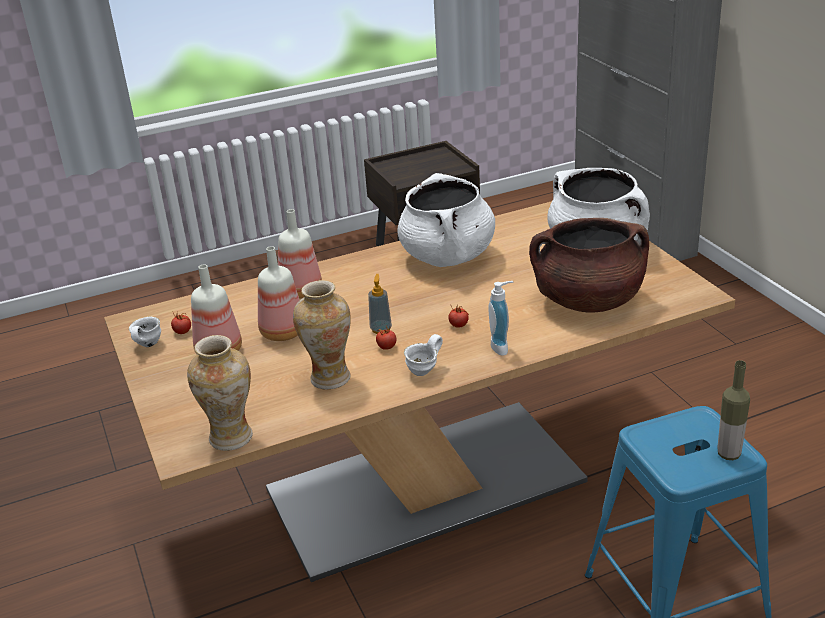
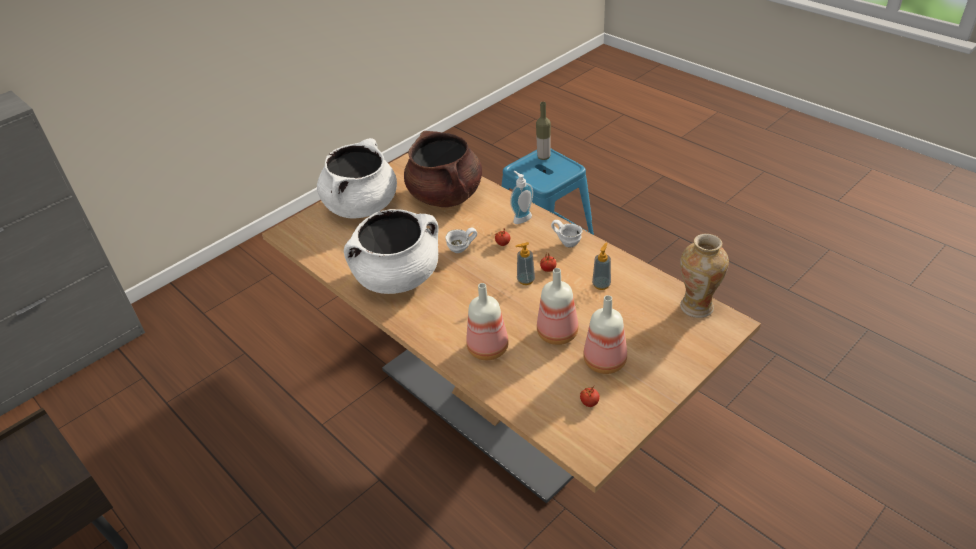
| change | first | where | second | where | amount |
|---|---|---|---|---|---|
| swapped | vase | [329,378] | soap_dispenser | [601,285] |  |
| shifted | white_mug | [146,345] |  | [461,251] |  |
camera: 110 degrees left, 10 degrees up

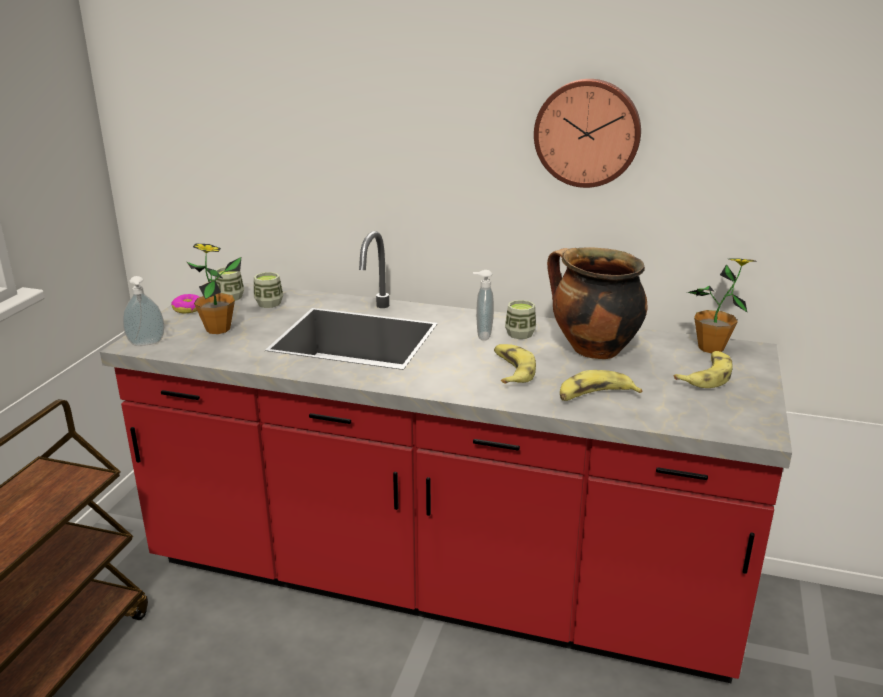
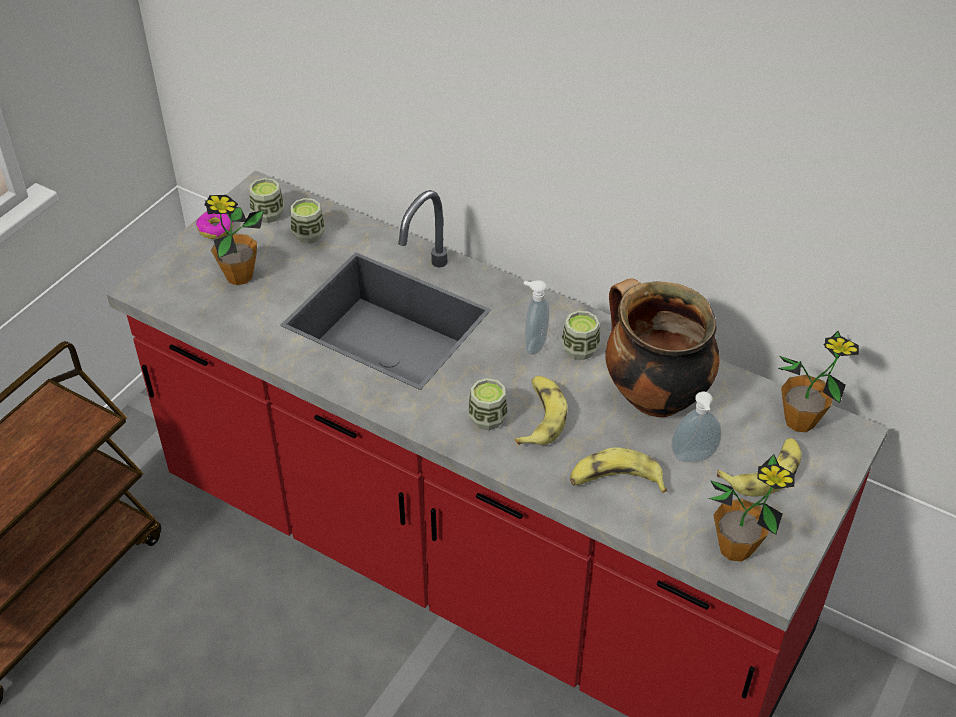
| change | first | where | second | where | amount |
|---|---|---|---|---|---|
| gone | wall_clock | [587,132] |  |  |  |
| shifted | soap_dispenser | [147,344] |  | [693,458] |  |
| new |  |  | cup | [487,418] |  |
| new |  |  | potted_plant | [735,548] |  |
camera: 15 degrees right, 20 degrees up

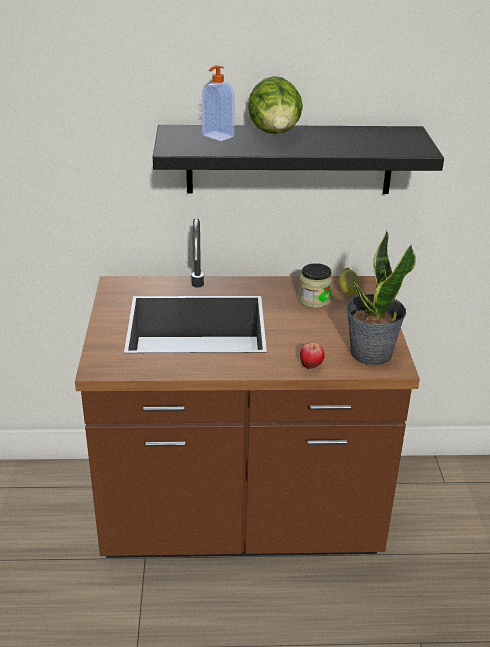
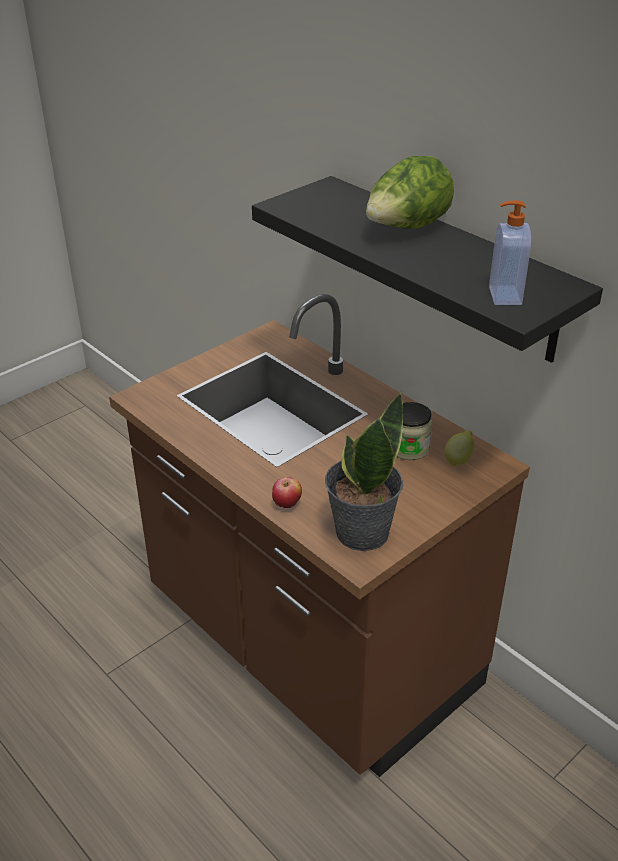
| change | first | where | second | where | amount |
|---|---|---|---|---|---|
| shifted | soap_dispenser | [217,136] |  | [503,296] |  |
camera: 50 degrees right, 5 degrees up

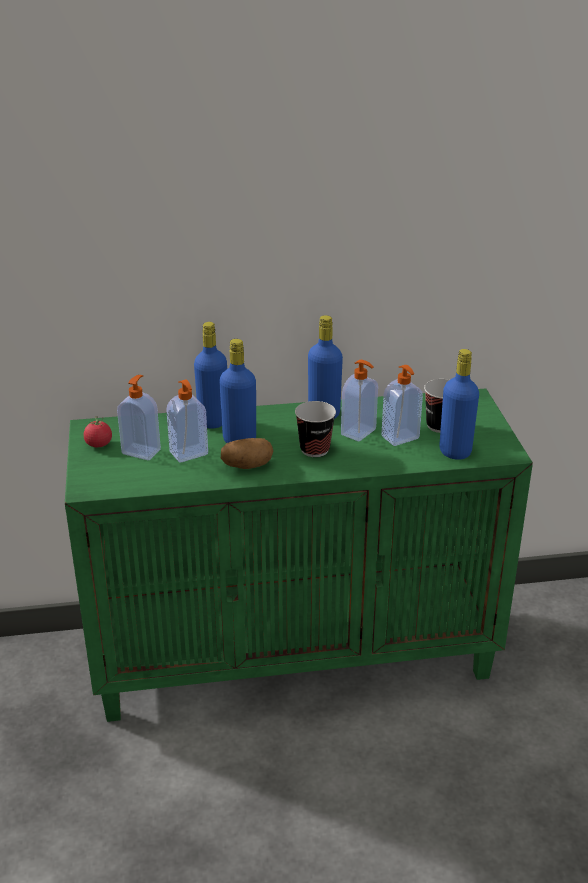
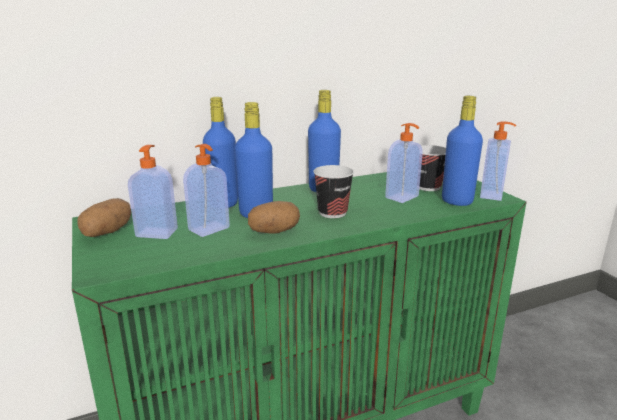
| change | first | where | second | where | amount |
|---|---|---|---|---|---|
| shifted | soap_dispenser | [359,432] |  | [492,195] |  |
| swapped | tomato | [99,444] | potato | [107,232] |  |
camera: 15 degrees left, 10 degrees down

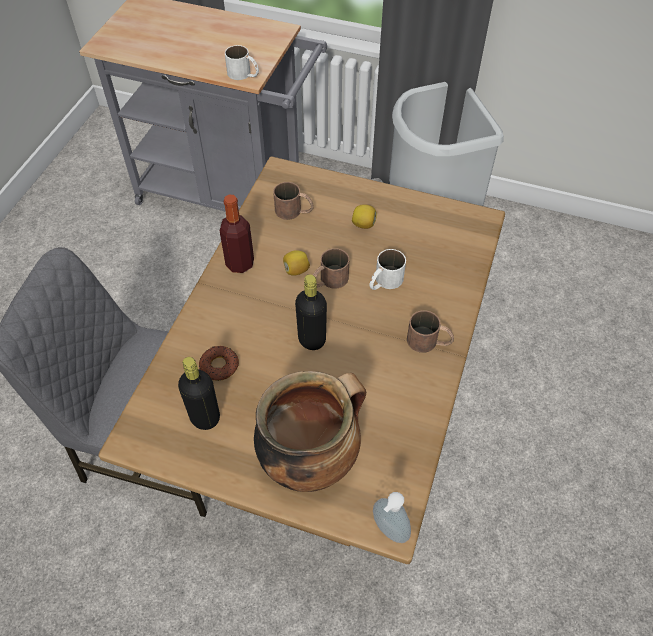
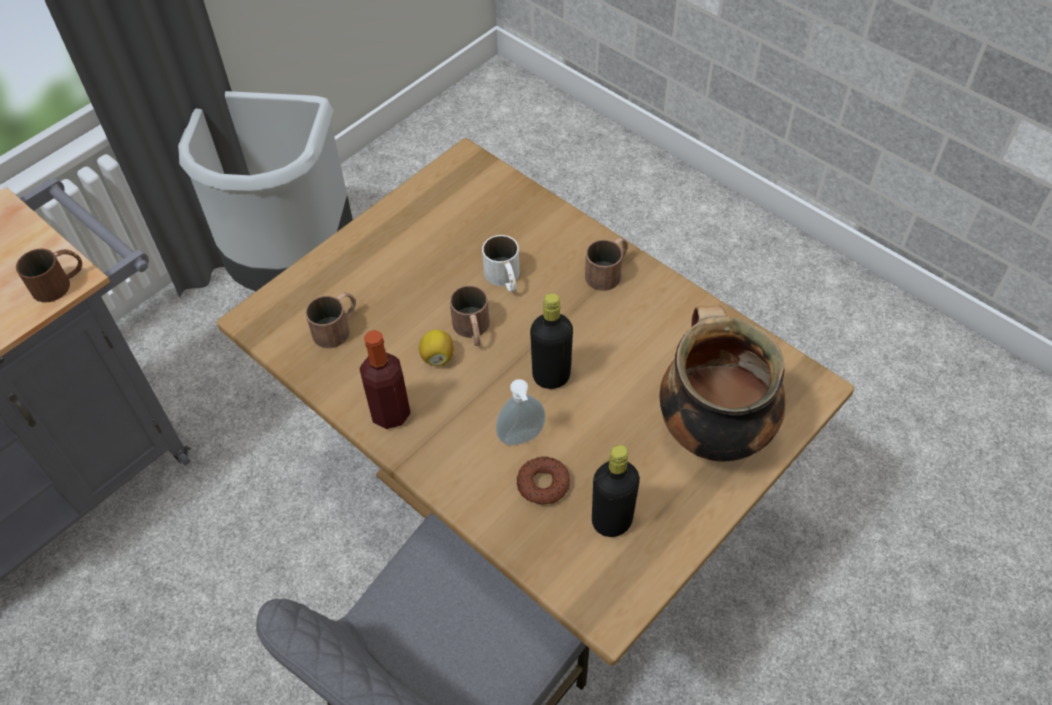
| change | first | where | second | where | amount |
|---|---|---|---|---|---|
| repainted | white_mug | [244,74] | brown_mug | [60,283] |  |
| gone | lemon | [363,224] |  |  |  |
| shifted | soap_dispenser | [388,531] |  | [522,439] |  |
camera: 65 degrees left, 0 degrees up

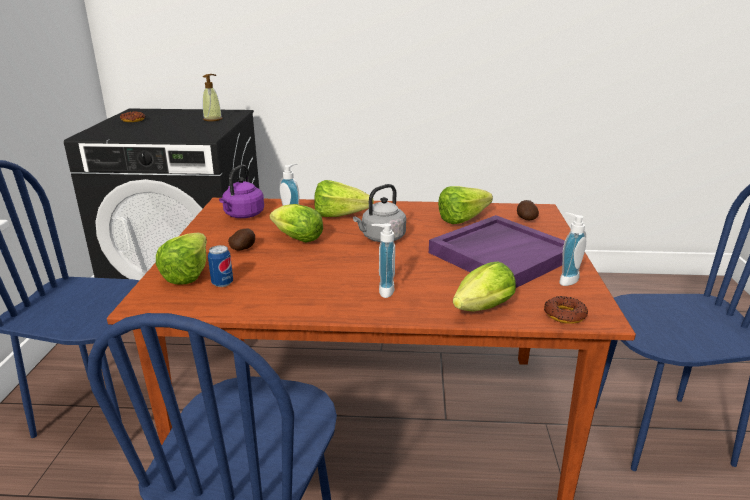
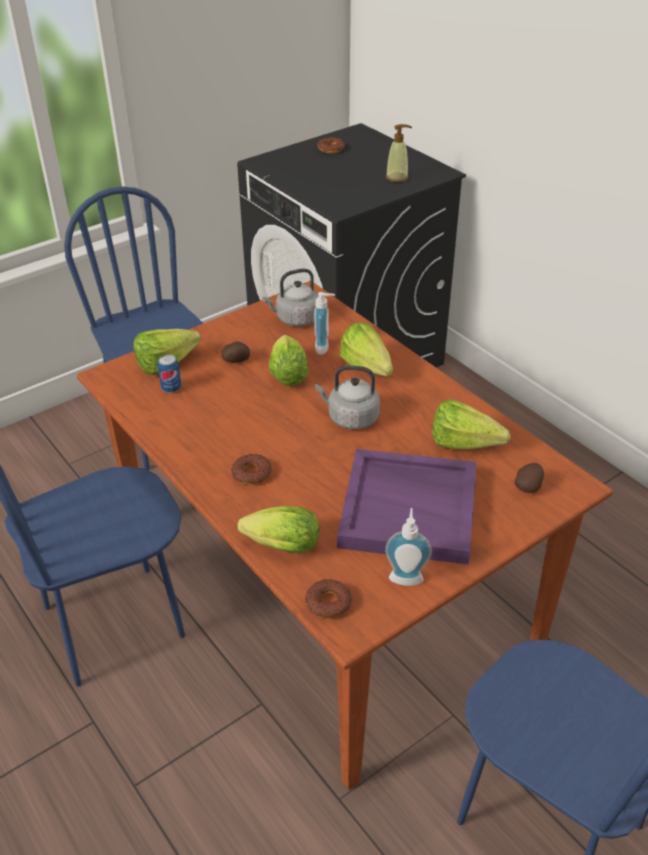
| change | first | where | second | where | amount |
|---|---|---|---|---|---|
| repainted | purple_kettle | [243,215] | grey_kettle | [295,319] |  |
| swapped | soap_dispenser | [383,290] | donut | [251,473] |  |
camera: 50 degrees right, 15 degrees up

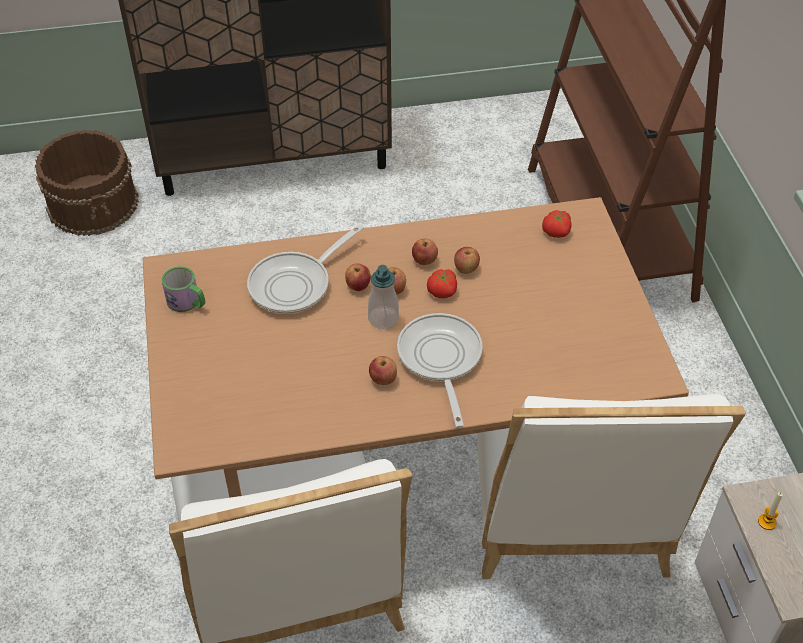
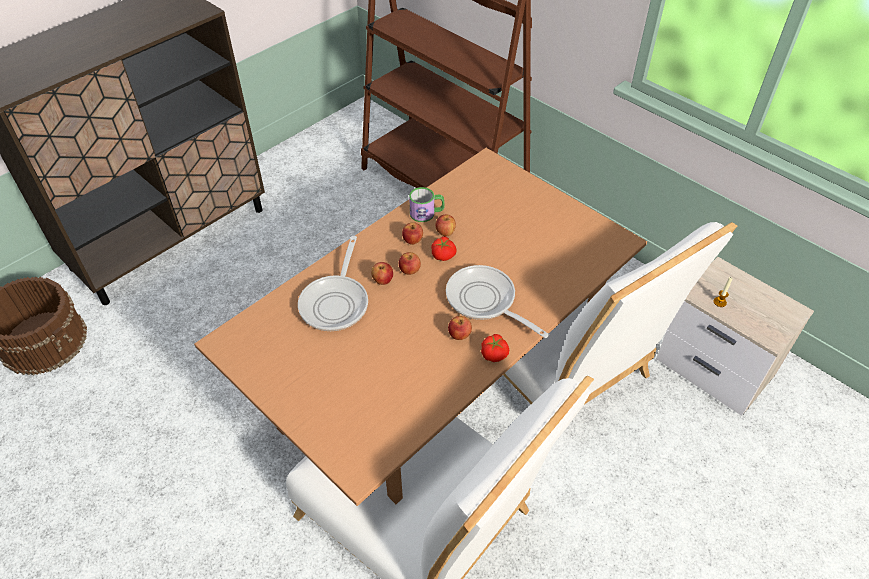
| change | first | where | second | where | amount |
|---|---|---|---|---|---|
| shifted | tomato | [556,231] |  | [494,354] |  |
| gone | soap_dispenser | [383,318] |  |  |  |
| shifted | mug | [187,302] |  | [427,213] |  |
camera: 35 degrees left, 0 degrees up

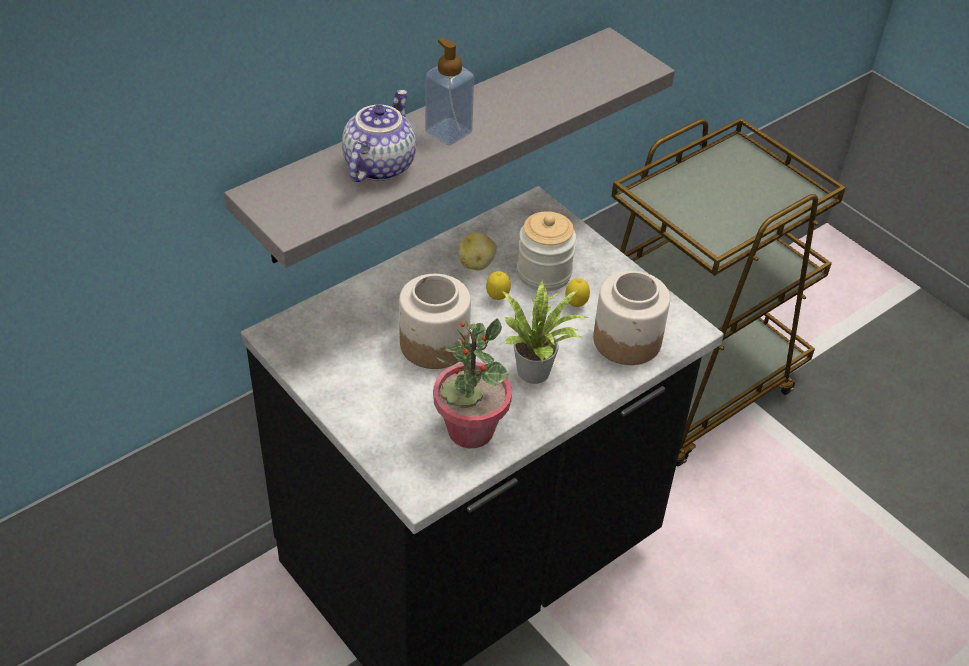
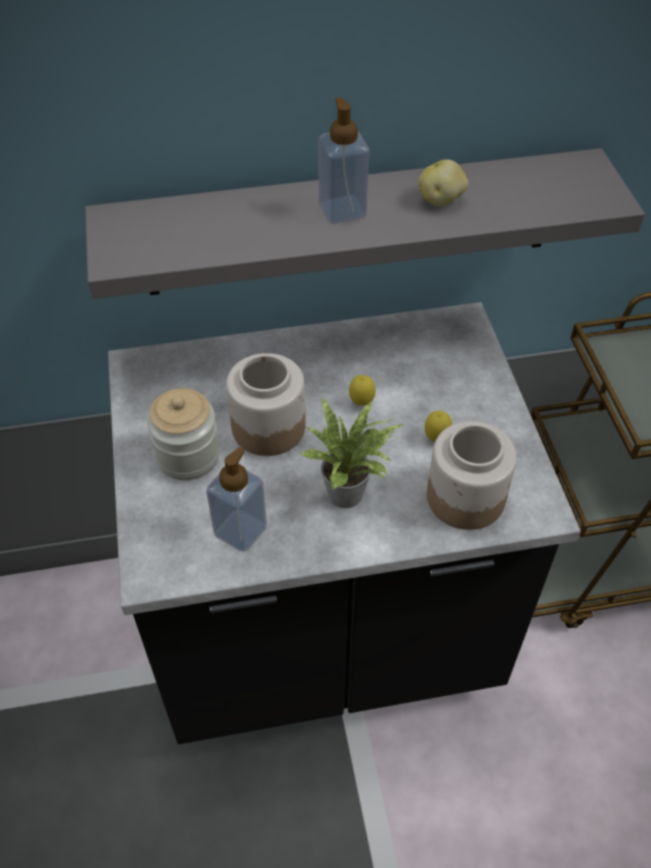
| change | first | where | second | where | amount |
|---|---|---|---|---|---|
| gone | teapot | [378,165] |  |  |  |
| shifted | jar | [544,273] |  | [188,456] |  |
| shifted | potato | [477,263] |  | [441,200] |  |
| swapped | potted_plant | [470,430] | soap_dispenser | [240,530] |  |
camera: 30 degrees right, 5 degrees up

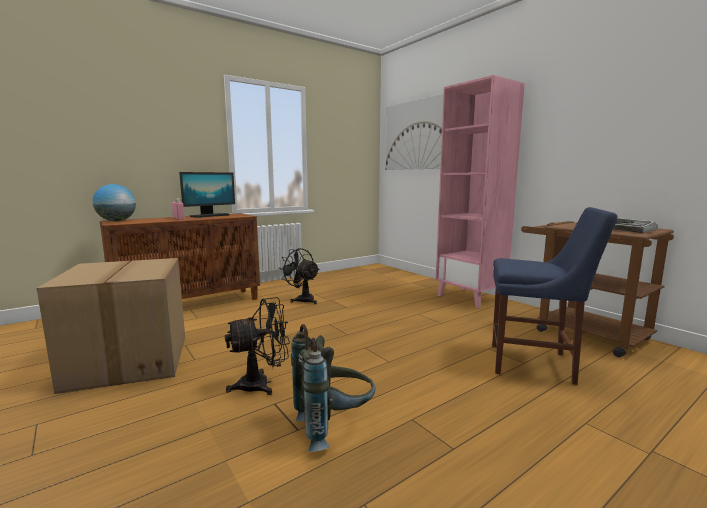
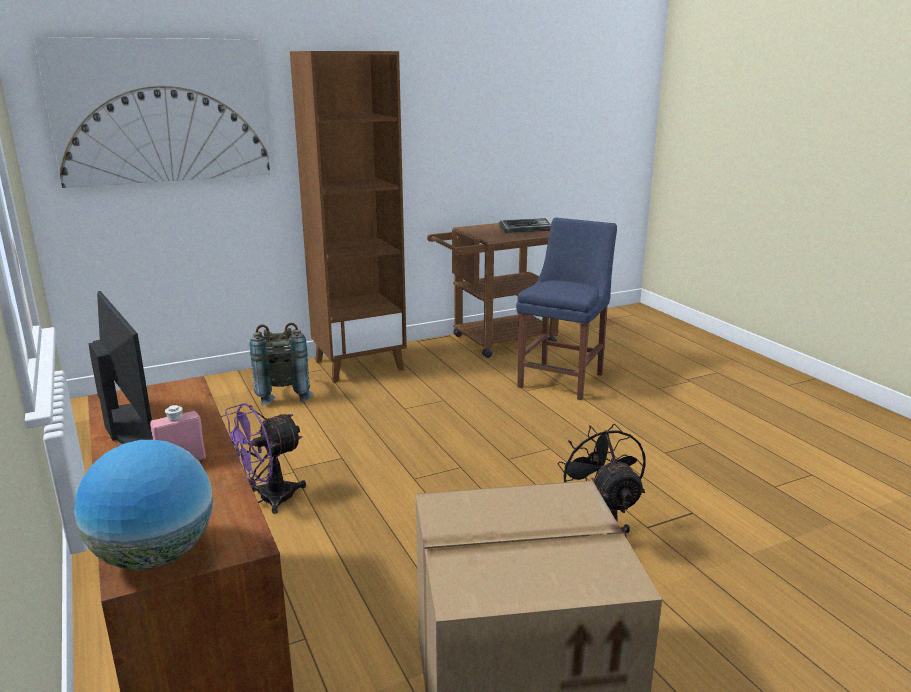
| change | first | where | second | where | amount |
|---|---|---|---|---|---|
| repainted | pink_bookcase | [470,298] | brown_bookcase | [359,365] |  |
| repainted | black_fan | [302,299] | purple_fan | [267,499] |  |
| shifted | grey_backpack | [334,427] |  | [283,394] |  |
camera: 80 degrees left, 10 degrees up

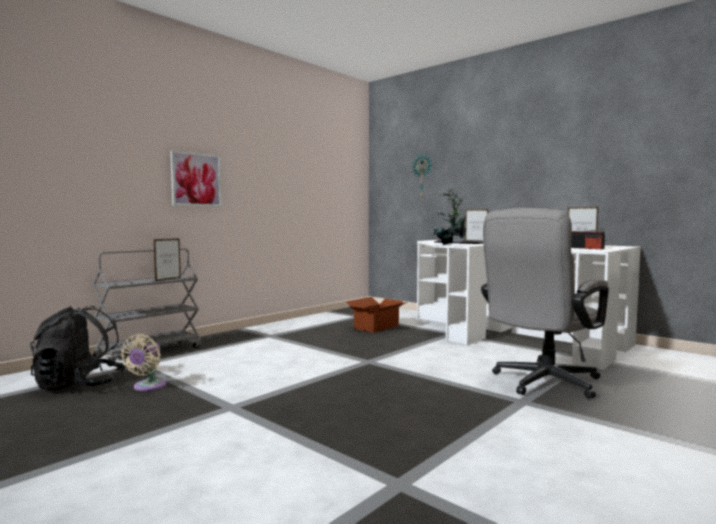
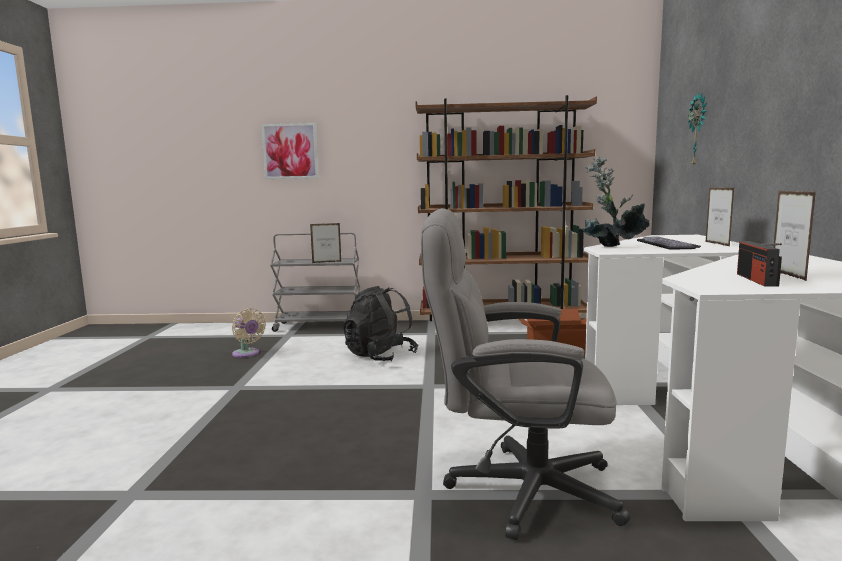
| change | first | where | second | where | amount |
|---|---|---|---|---|---|
| shifted | picture | [196,179] |  | [290,151] |  |
| shifted | black_backpack | [79,385] |  | [380,356] |  |
| rotated | beige_fan | [147,387] |  | [247,354] | 105 degrees counterclockwise |
| new |  |  | brown_bookcase | [502,325] |  |
camera: 50 degrees right, 5 degrees up

